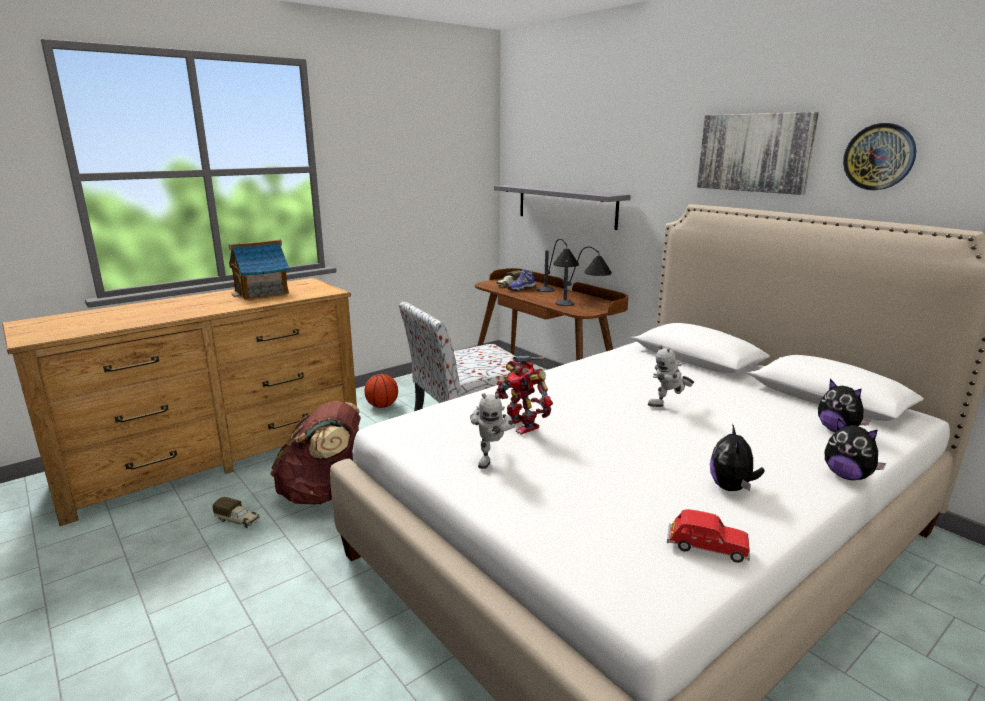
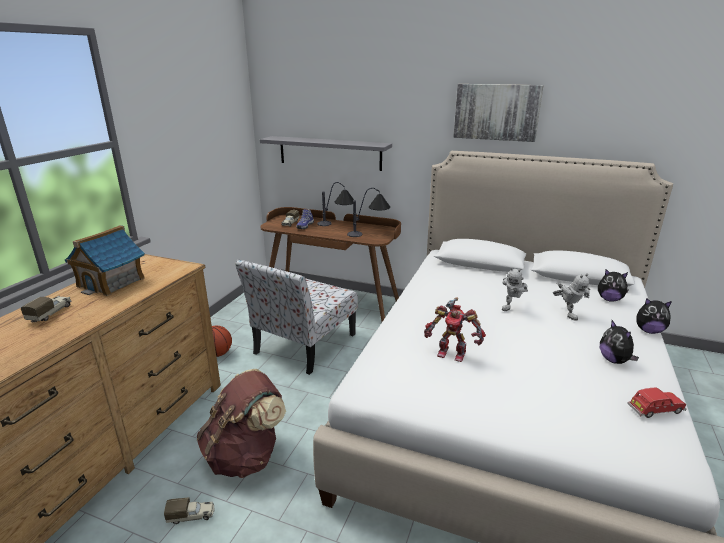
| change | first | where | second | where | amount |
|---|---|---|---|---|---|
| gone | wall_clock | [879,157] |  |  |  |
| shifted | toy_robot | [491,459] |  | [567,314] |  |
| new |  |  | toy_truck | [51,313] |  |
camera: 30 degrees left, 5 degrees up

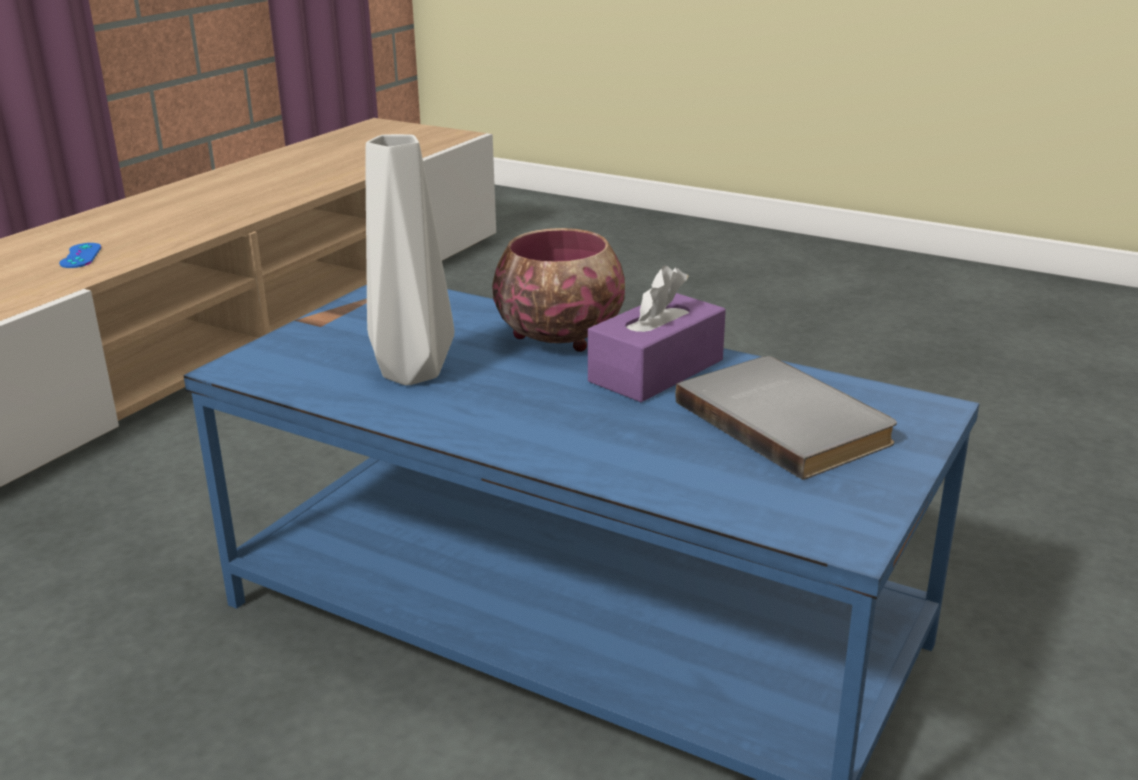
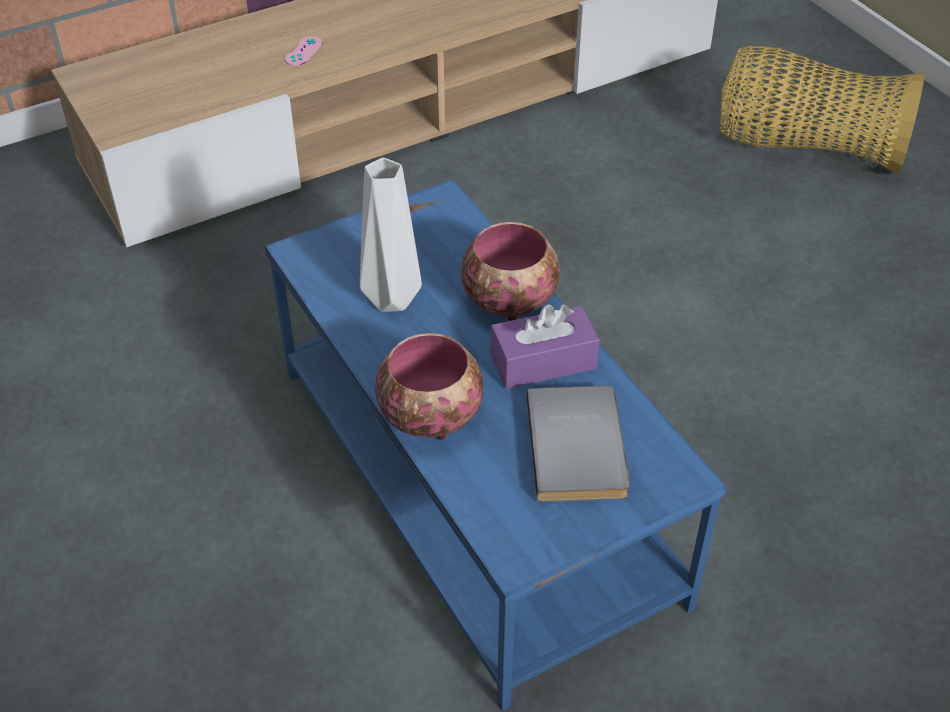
| change | first | where | second | where | amount |
|---|---|---|---|---|---|
| repainted | blue_game_controller | [80,256] | pink_game_controller | [303,51] |  |
| new |  |  | basket | [806,147] |  |
| new |  |  | bowl | [431,415] |  |
camera: 30 degrees right, 20 degrees up

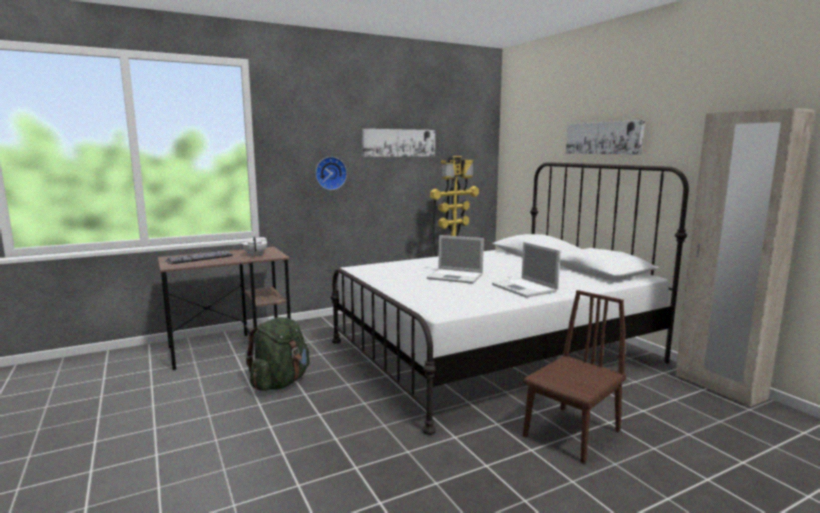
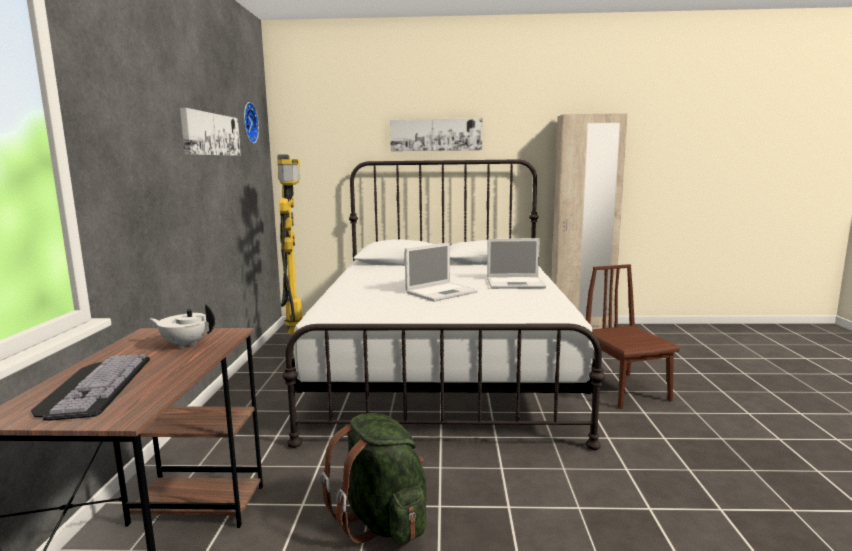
| change | first | where | second | where | amount |
|---|---|---|---|---|---|
| shifted | wall_clock | [330,173] |  | [248,123] |  |
camera: 60 degrees left, 0 degrees up

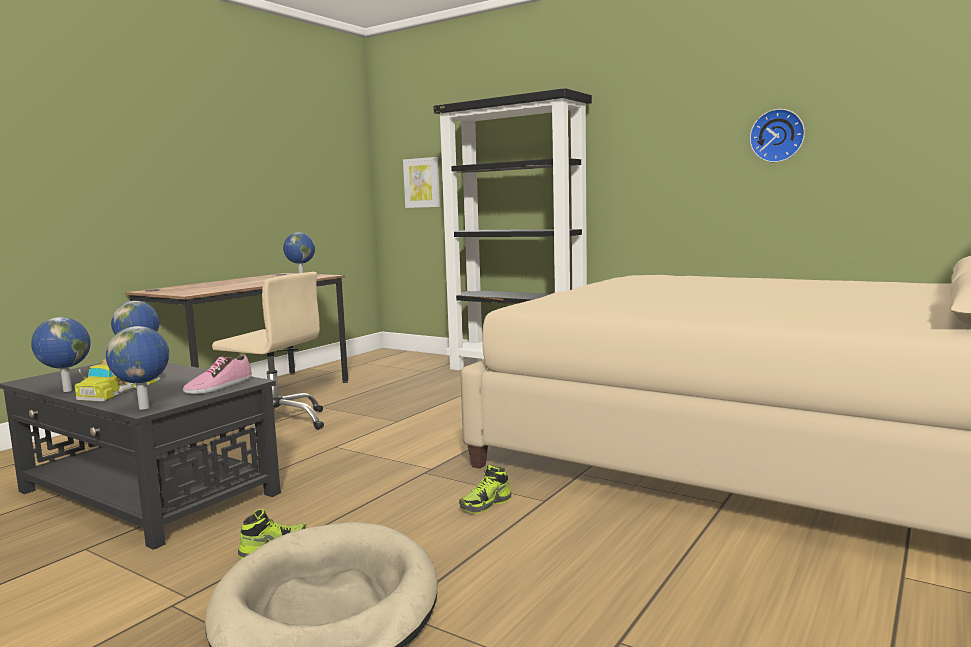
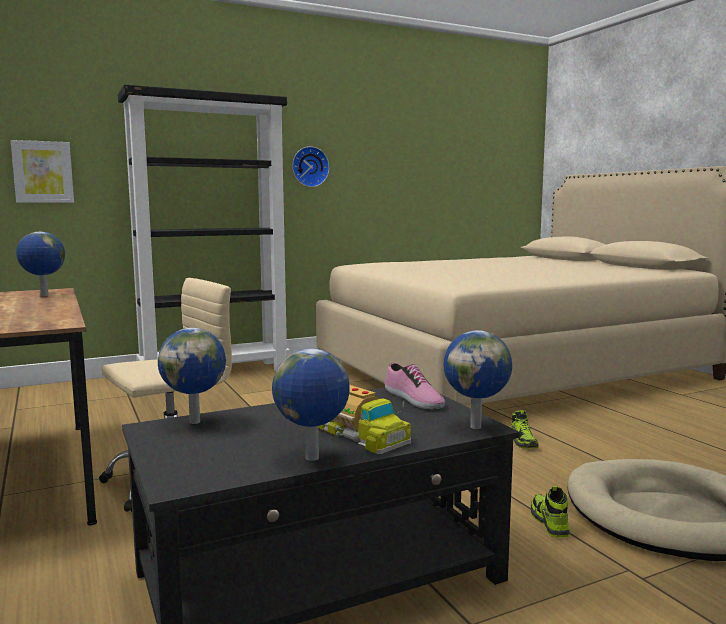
| change | first | where | second | where | amount |
|---|---|---|---|---|---|
| shifted | wall_clock | [777,136] |  | [309,167] |  |
camera: 60 degrees left, 0 degrees up

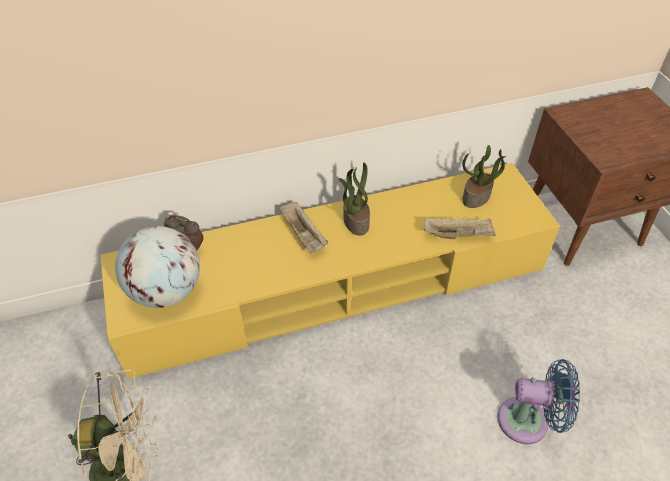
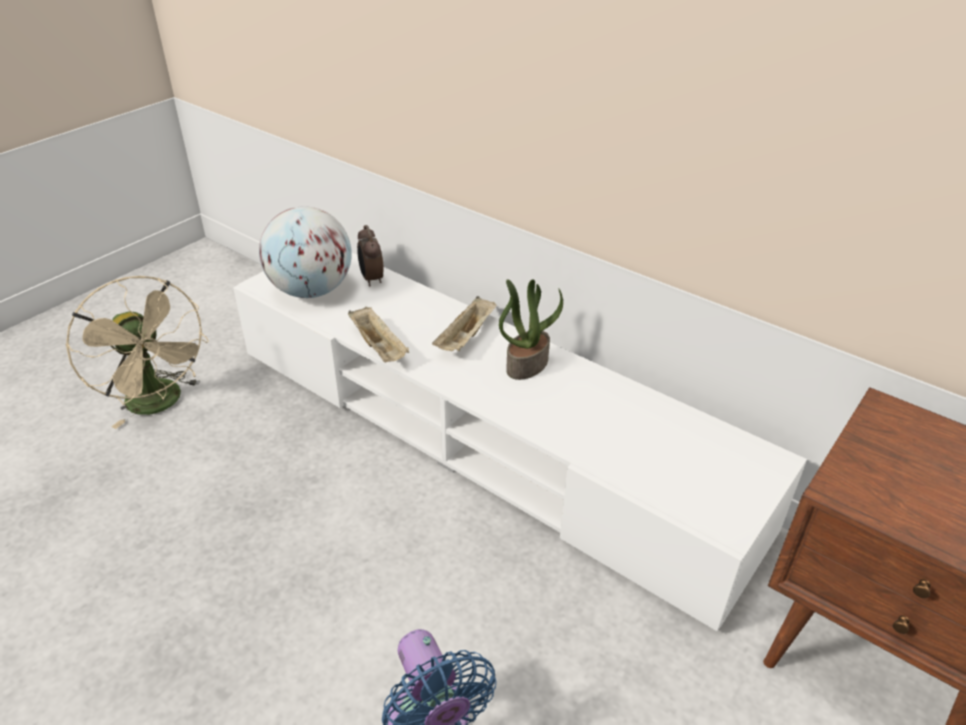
| change | first | where | second | where | amount |
|---|---|---|---|---|---|
| gone | potted_plant | [476,197] |  |  |  |
| repainted | yellow_tv_stand | [336,285] | white_tv_stand | [483,436] |  |
| shifted | beige_tray | [458,235] |  | [379,347] |  |
camera: 55 degrees right, 10 degrees down

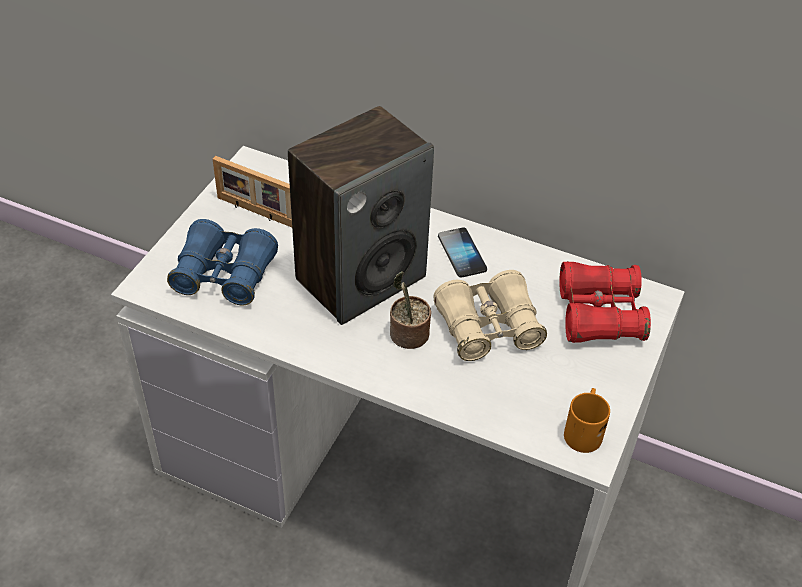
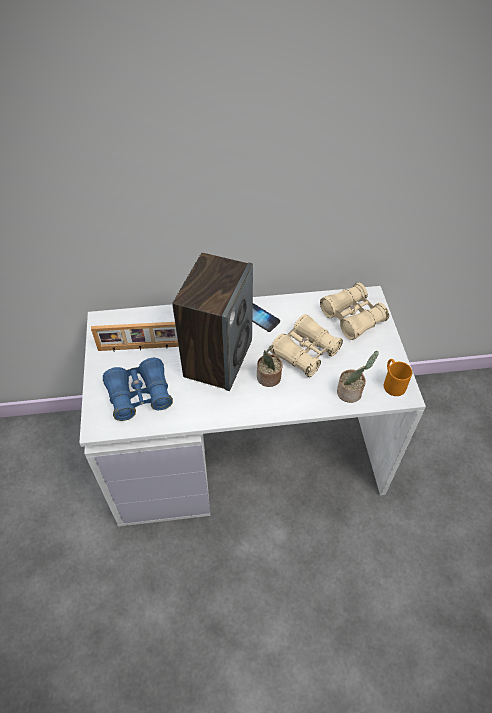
| change | first | where | second | where | amount |
|---|---|---|---|---|---|
| repainted | red_binoculars | [599,314] | beige_binoculars | [352,317] |  |
| new |  |  | potted_plant | [351,393] |  |
camera: 30 degrees left, 5 degrees up

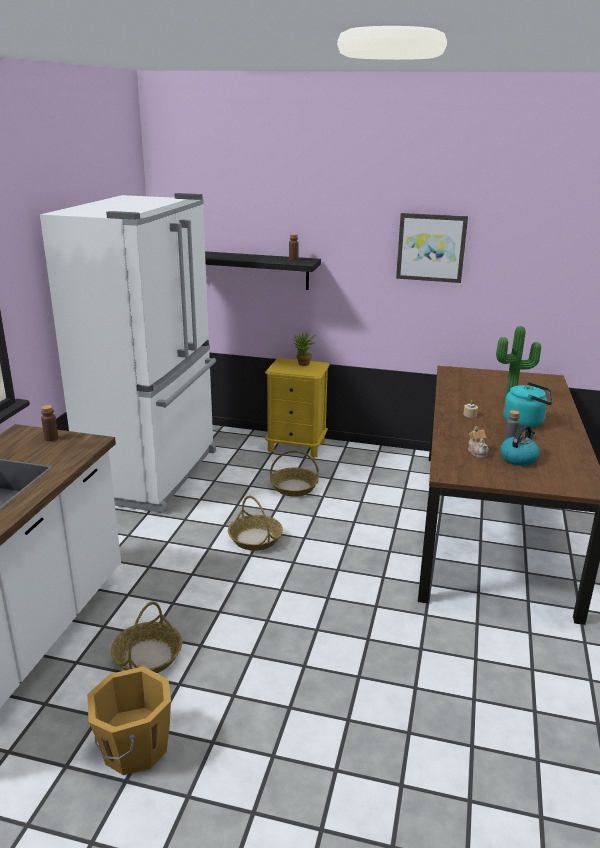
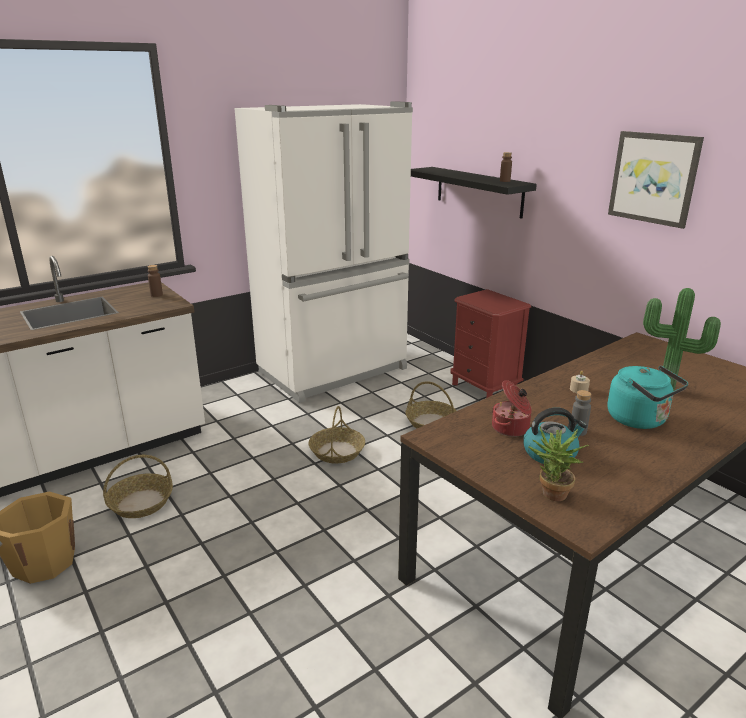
| change | first | where | second | where | amount |
|---|---|---|---|---|---|
| shifted | potted_plant | [303,364] |  | [550,495] |  |
| repainted | yellow_nightstand | [296,446] | red_nightstand | [484,388] |  |
| swapped | teapot | [477,452] | cooking_pot | [511,428] |  |
camera: 40 degrees right, 0 degrees up

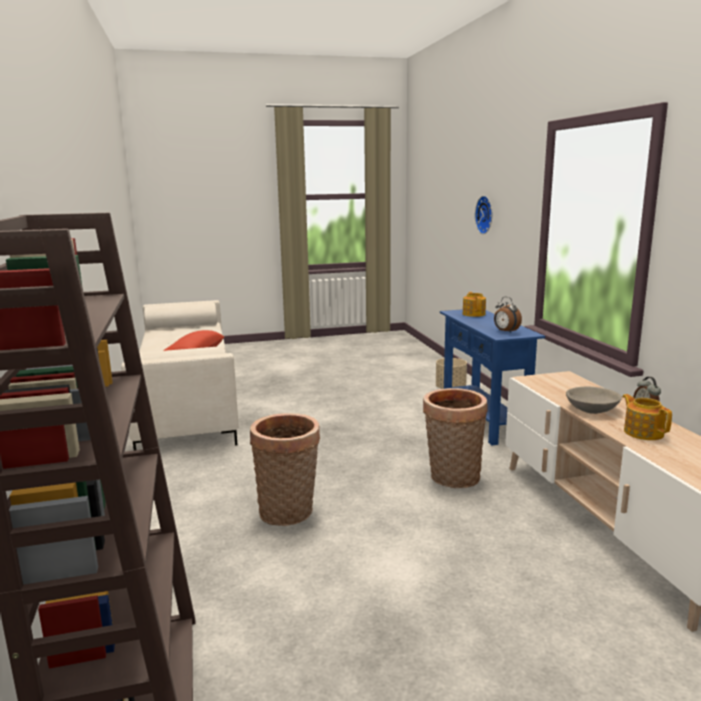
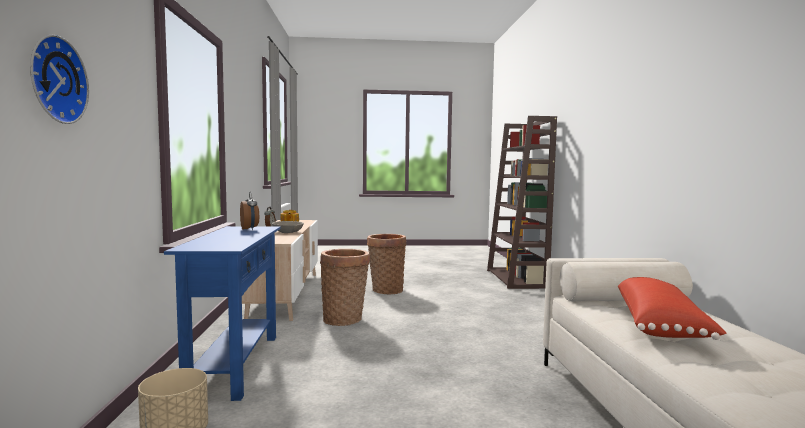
| change | first | where | second | where | amount |
|---|---|---|---|---|---|
| gone | teapot | [474,314] |  |  |  |
| shifted | basket | [289,513] |  | [386,290] |  |
camera: 170 degrees left, 10 degrees down

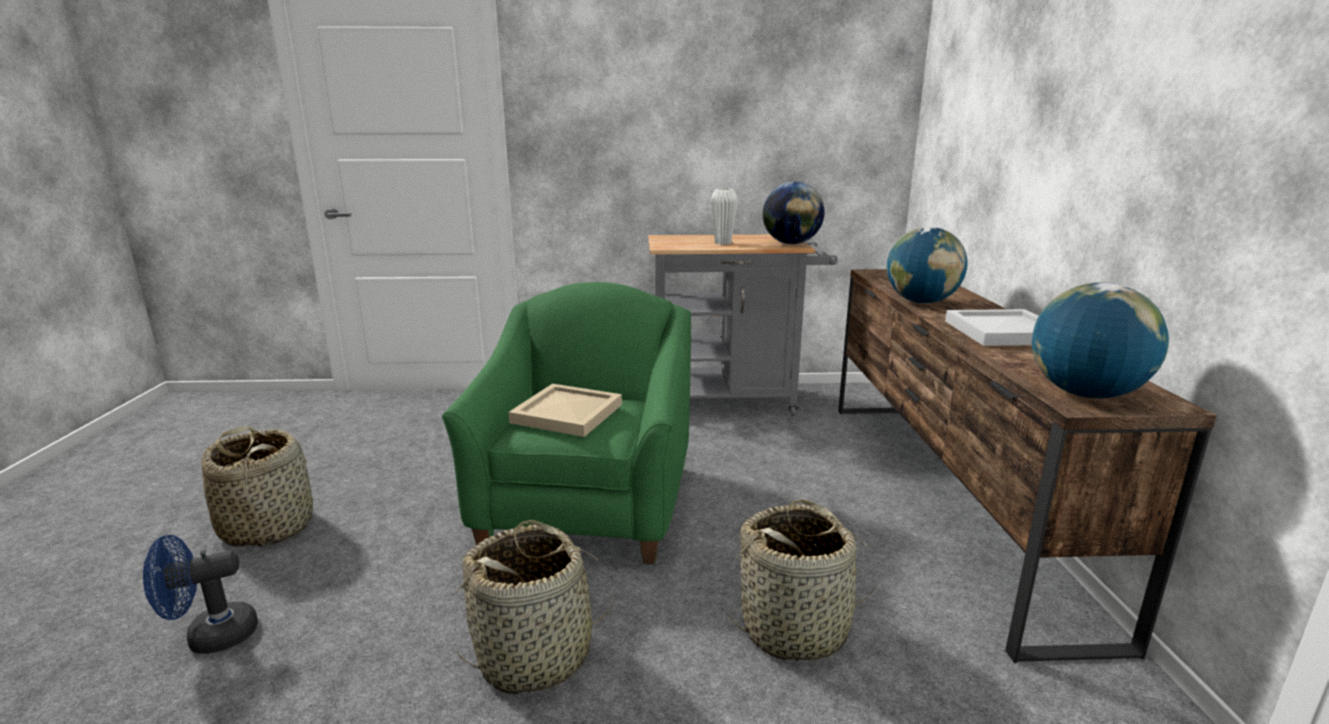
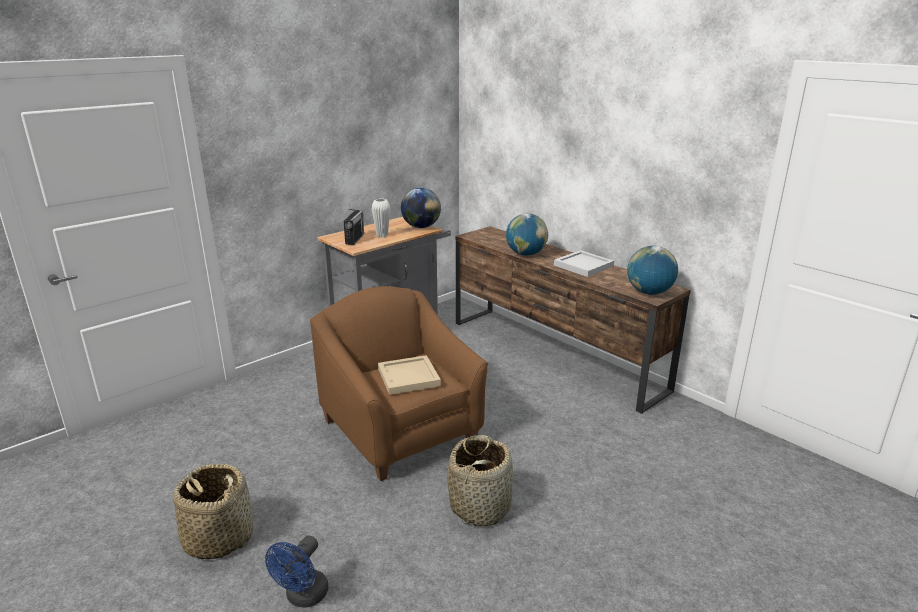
| change | first | where | second | where | amount |
|---|---|---|---|---|---|
| repainted | green_armchair | [588,506] | brown_armchair | [401,431] |  |
| gone | basket | [796,627] |  |  |  |
| new |  |  | radio | [355,239] |  |
camera: 40 degrees left, 5 degrees up

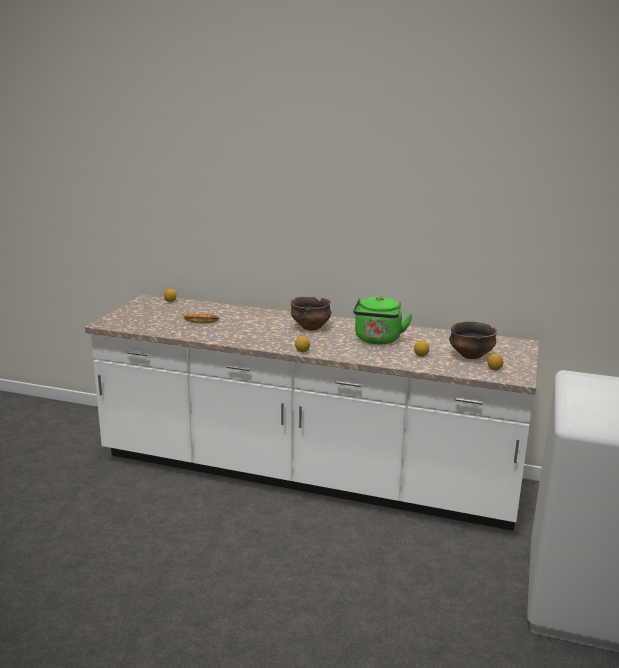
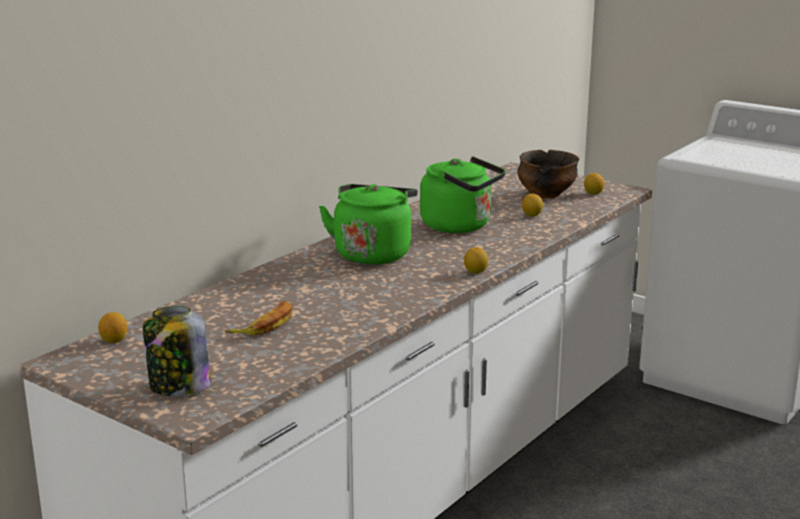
| change | first | where | second | where | amount |
|---|---|---|---|---|---|
| swapped | bowl | [311,327] | green_kettle | [373,253] |  |
| new |  |  | jar | [179,387] |  |
camera: 70 degrees left, 0 degrees up

